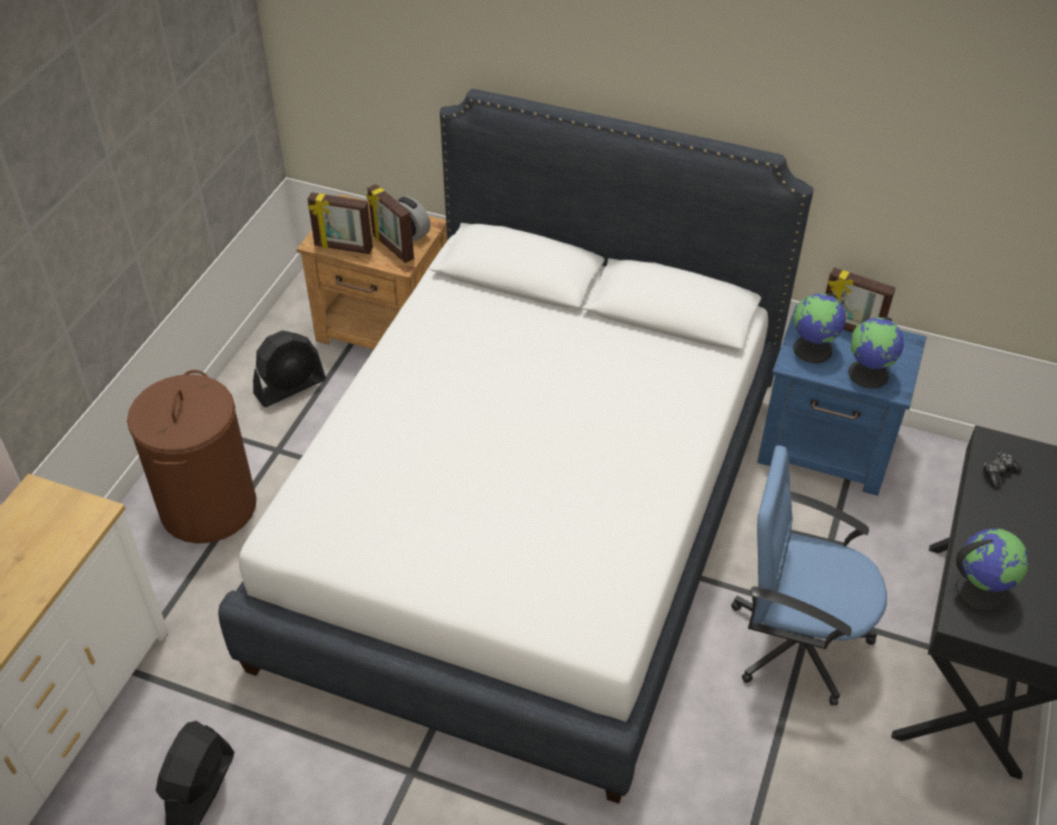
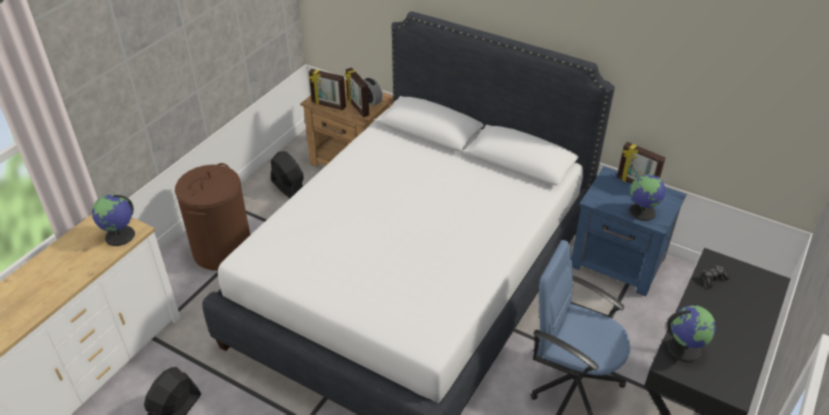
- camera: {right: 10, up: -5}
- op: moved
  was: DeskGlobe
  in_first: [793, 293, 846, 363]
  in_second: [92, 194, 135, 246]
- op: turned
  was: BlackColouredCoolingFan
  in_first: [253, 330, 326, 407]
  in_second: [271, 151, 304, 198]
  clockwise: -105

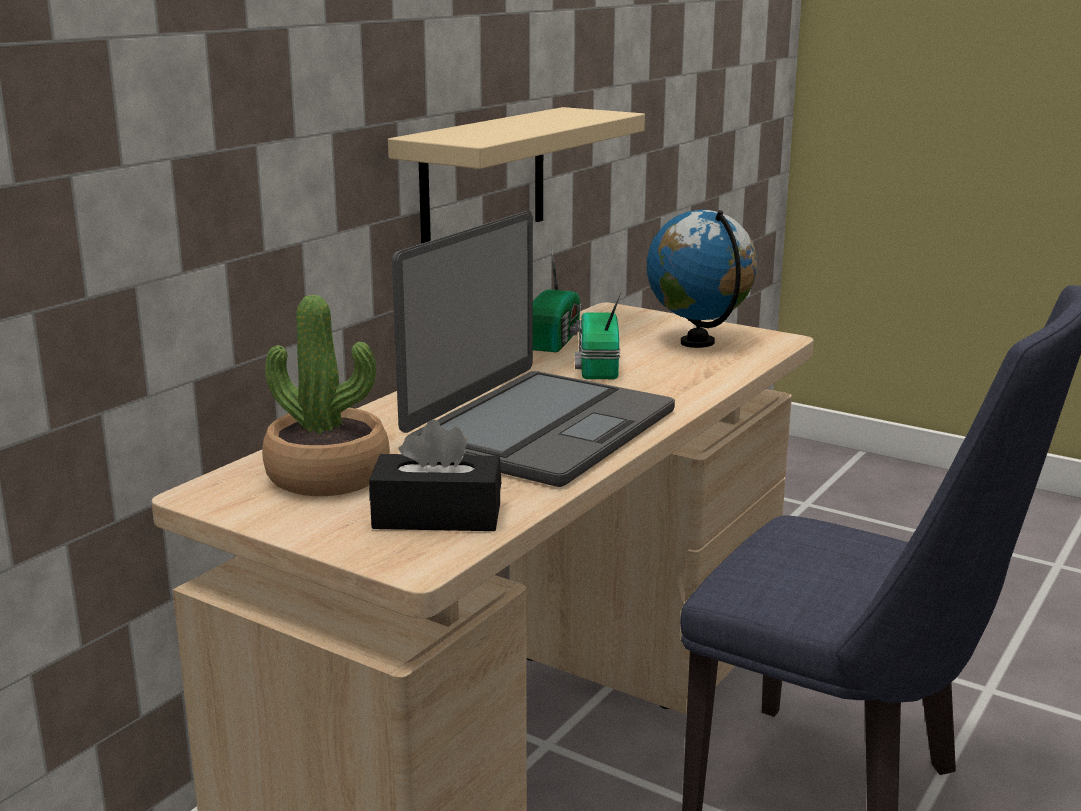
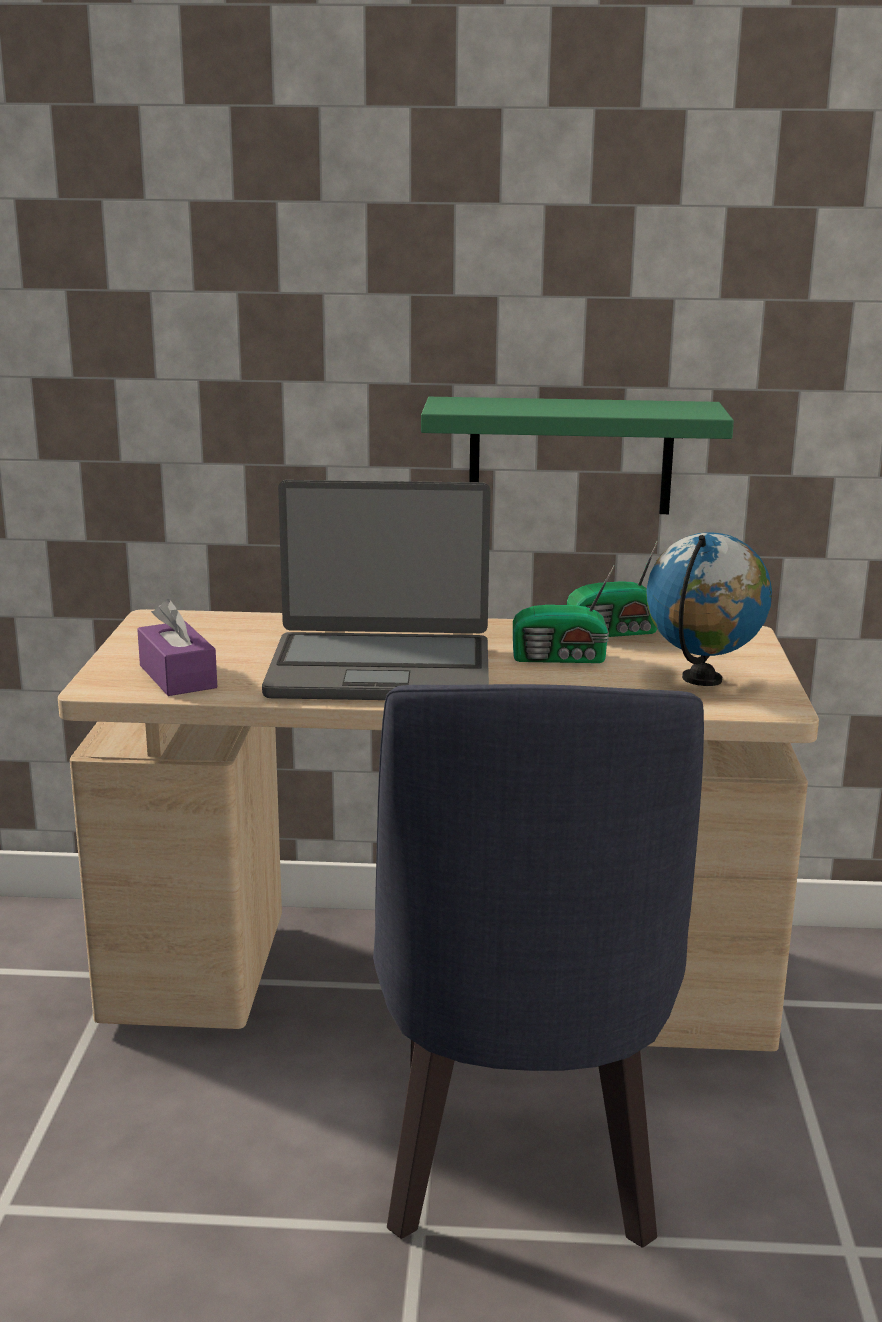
- camera: {right: 60, up: 0}
- op: removed
  was: PlantInAPot
  in_first: [262, 295, 390, 496]
- op: recoloured
  was: BlackColouredBoxOfTissues
  now: PurplishBoxOfTissues
  in_first: [369, 420, 501, 531]
  in_second: [137, 599, 217, 696]
- op: recoloured
  was: BeigeShelf
  now: GreenishShelf
  in_first: [388, 107, 645, 244]
  in_second: [421, 397, 734, 514]
- op: turned
  was: RadioReceiver
  in_first: [575, 292, 621, 379]
  in_second: [513, 565, 615, 663]
  clockwise: -150

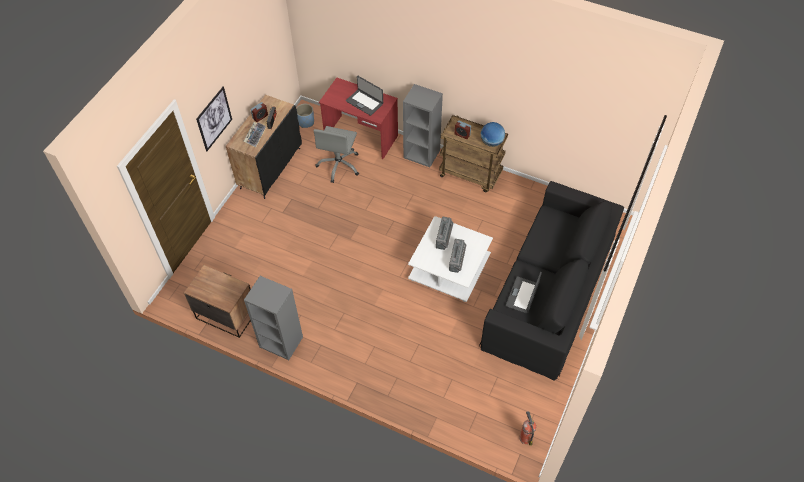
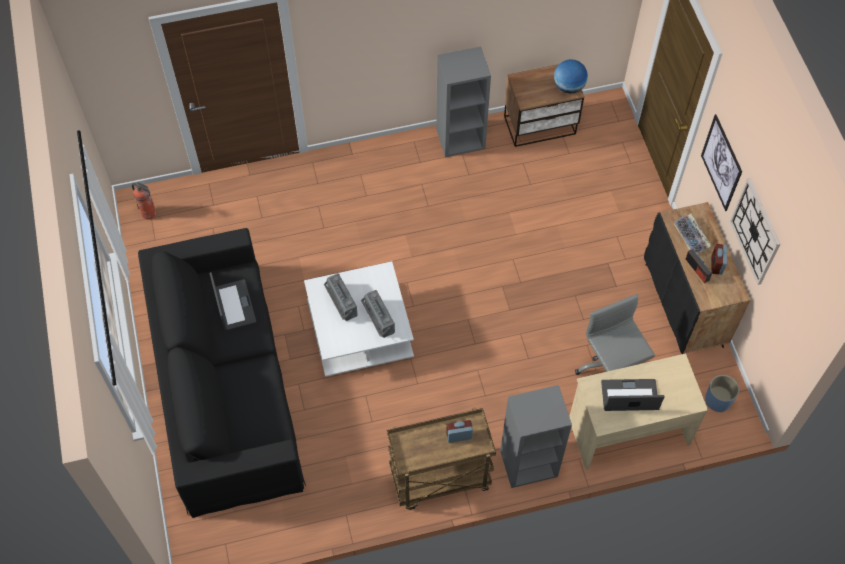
- camera: {right: 140, up: 5}
- op: added
  now: HangingClock
  in_second: [730, 178, 780, 285]
- op: moved
  was: DeskGlobe
  in_first: [481, 122, 505, 147]
  in_second: [554, 59, 588, 94]
- op: recoloured
  was: ReddishDeskUnit
  now: BeigeDeskUnit
  in_first: [319, 78, 398, 159]
  in_second: [569, 353, 708, 470]

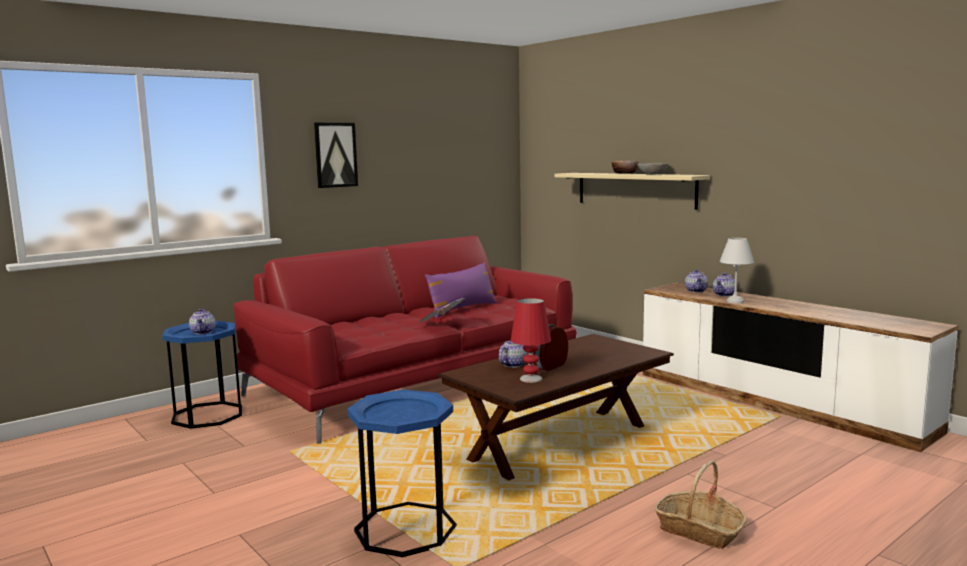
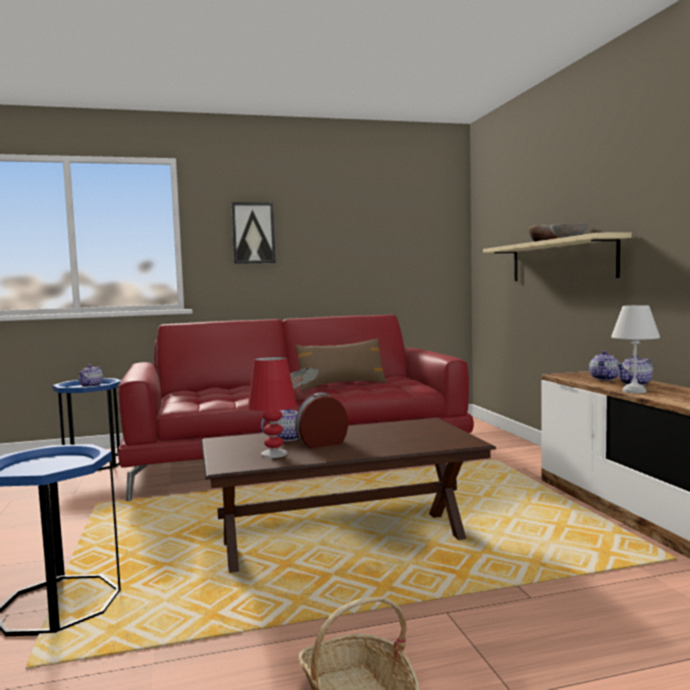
- camera: {right: 25, up: -5}
- op: recoloured
  was: PurplishPillow
  now: BrownColouredPillow
  in_first: [425, 262, 497, 318]
  in_second: [295, 338, 387, 391]

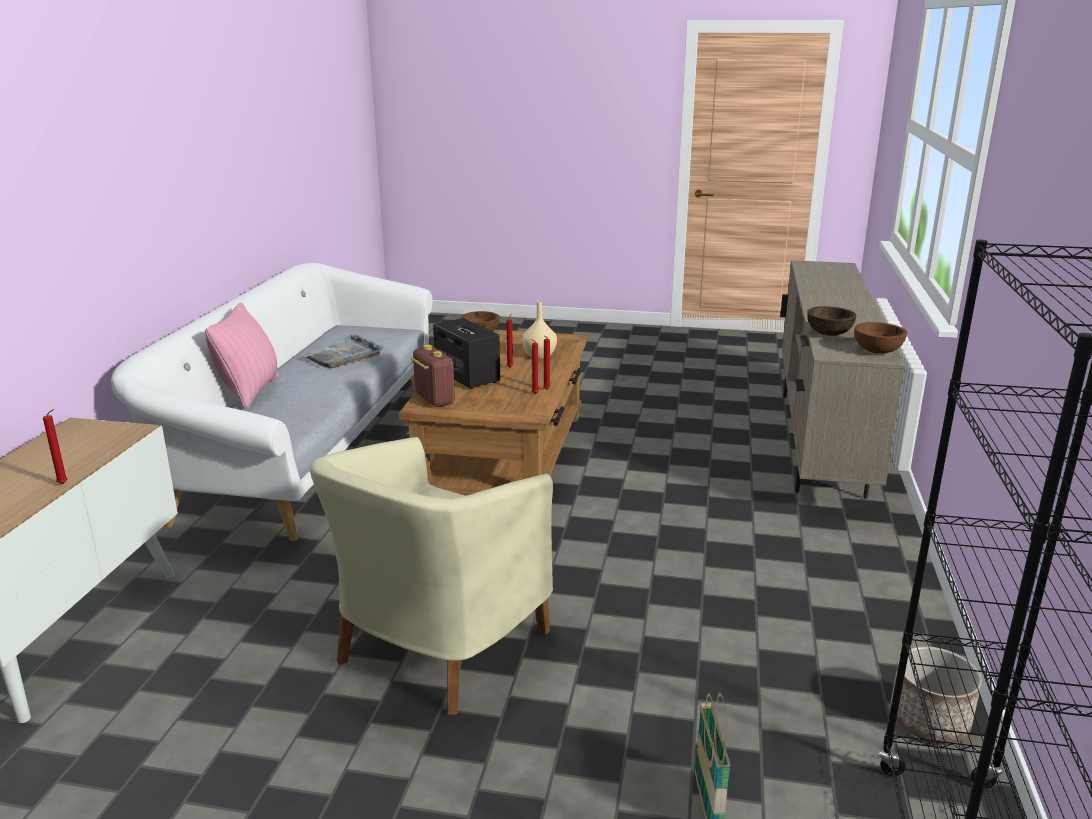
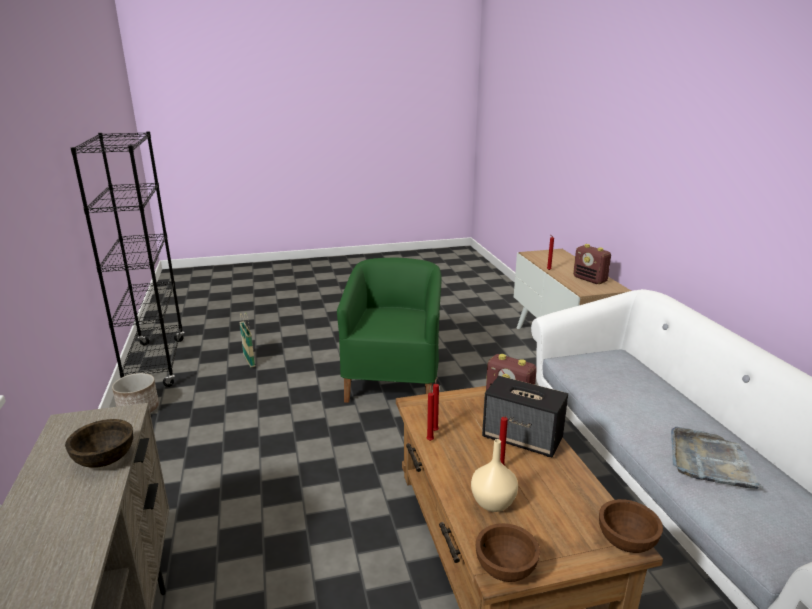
- camera: {right: 155, up: 0}
- op: removed
  was: PinkishPillow
  in_first: [205, 302, 279, 409]
- op: added
  now: RadioReceiver
  in_second: [573, 244, 611, 284]
- op: moved
  was: BrownColouredServingBowl
  in_first: [855, 322, 907, 354]
  in_second: [476, 523, 540, 582]
- op: recoloured
  was: BeigeLoungeChair
  now: GreenishLoungeChair
  in_first: [309, 437, 553, 715]
  in_second: [337, 258, 441, 403]

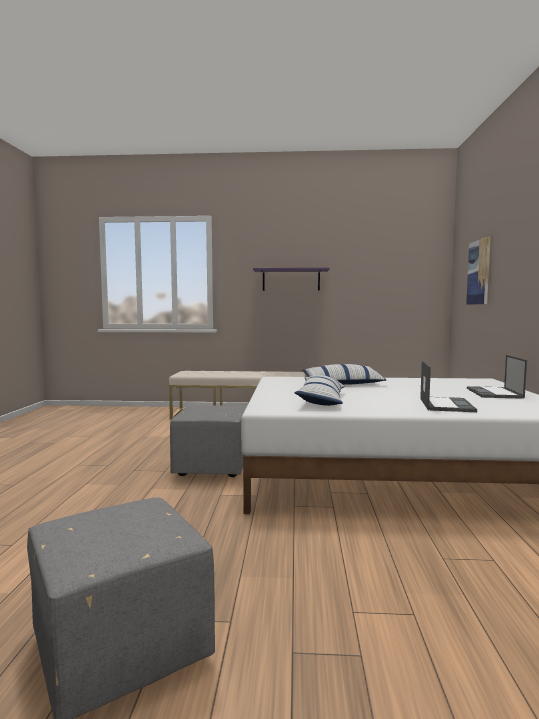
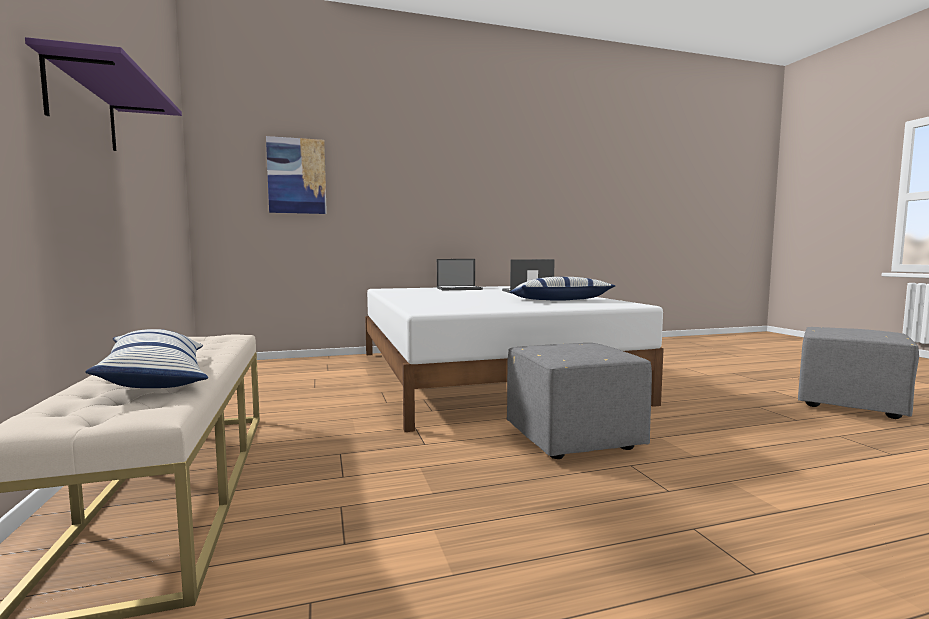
- camera: {right: -110, up: 0}
- op: moved
  was: Pillow
  in_first: [302, 364, 386, 385]
  in_second: [85, 329, 208, 388]

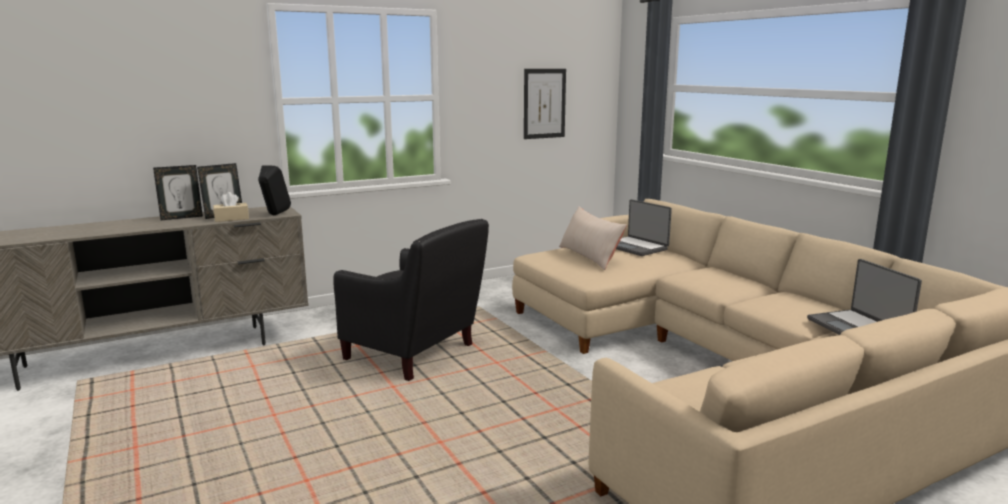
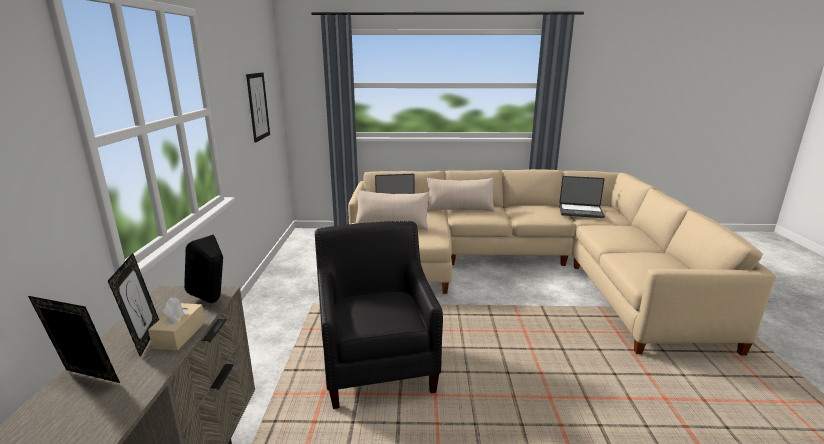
- camera: {right: -60, up: 5}
- op: added
  now: BeigePillow
  in_second: [427, 178, 495, 212]
- op: turned
  was: PictureFrame
  in_first: [153, 165, 203, 220]
  in_second: [28, 296, 120, 383]
  clockwise: -75
- op: turned
  was: BlackColouredLoungeChair
  in_first: [333, 219, 489, 381]
  in_second: [315, 221, 443, 409]
  clockwise: -75

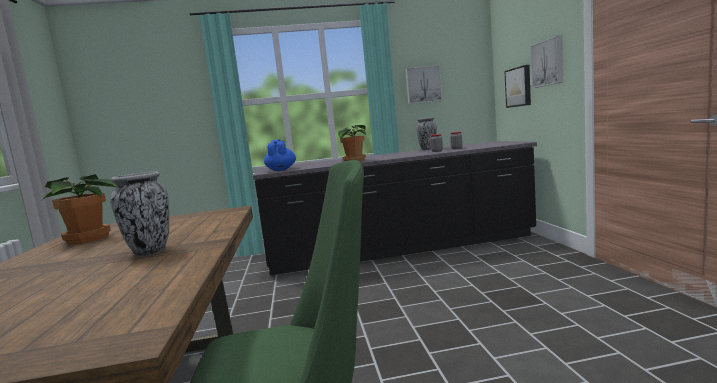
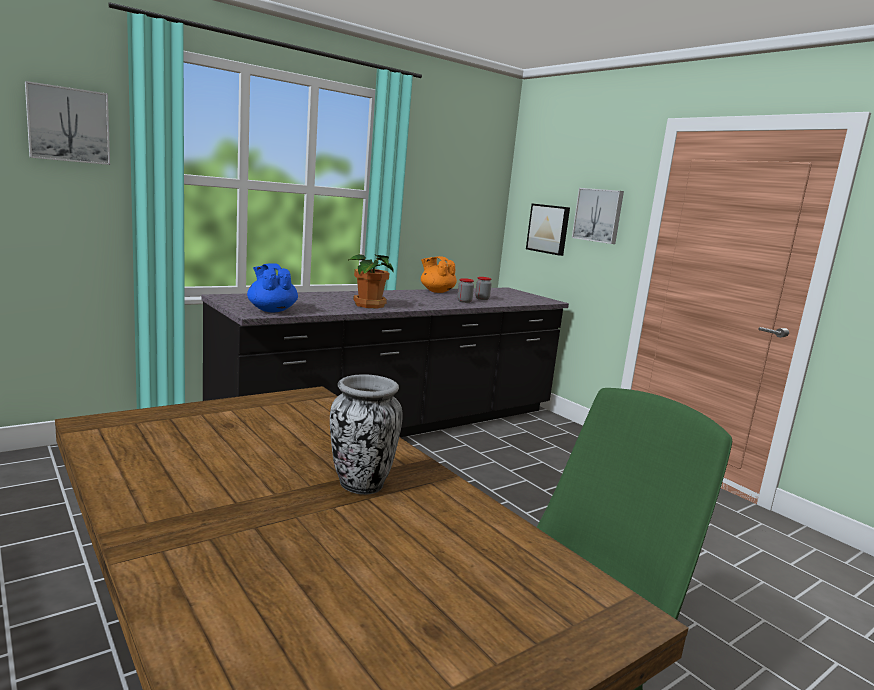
- camera: {right: -30, up: 5}
- op: removed
  was: PlantInAPot
  in_first: [42, 174, 116, 245]
- op: moved
  was: WallPicture
  in_first: [405, 65, 443, 104]
  in_second: [25, 81, 110, 165]
- op: replaced
  was: Vase
  now: OrangeTeapot
  in_first: [416, 117, 437, 150]
  in_second: [421, 256, 457, 293]

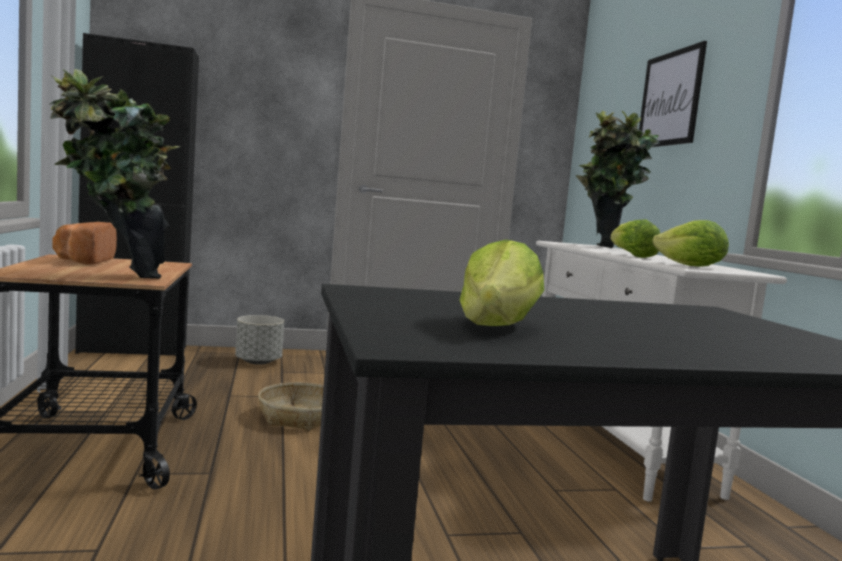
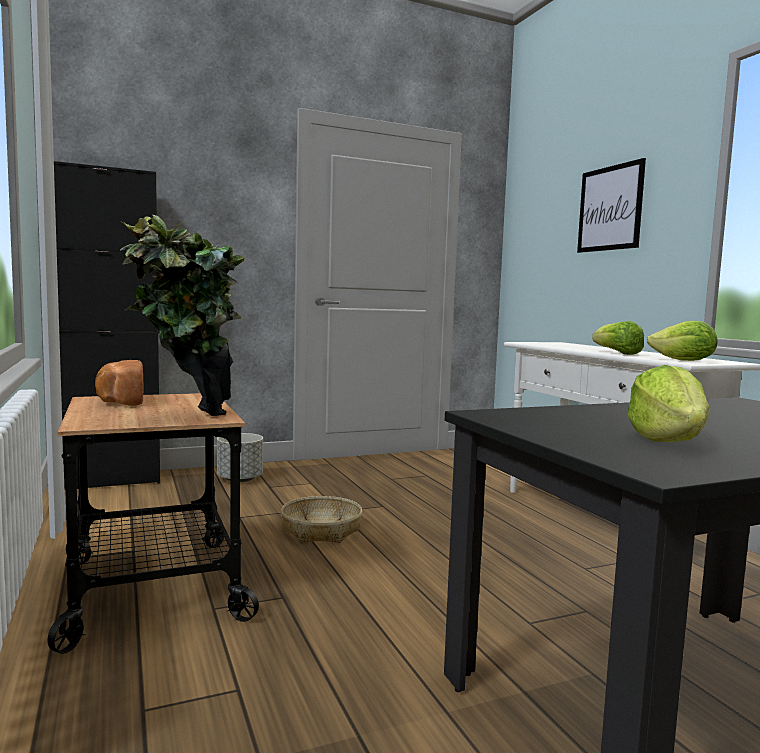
- camera: {right: -10, up: 0}
- op: removed
  was: PlantInAPot
  in_first: [576, 111, 660, 248]

